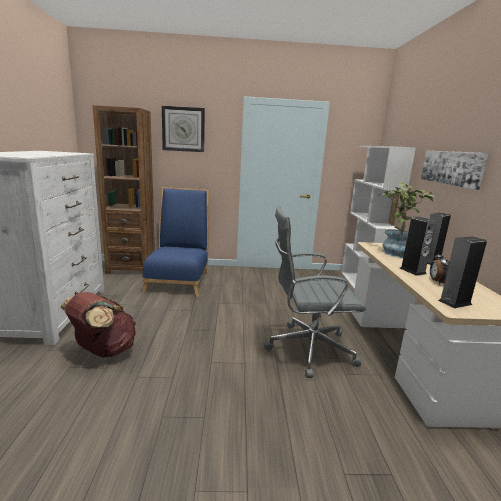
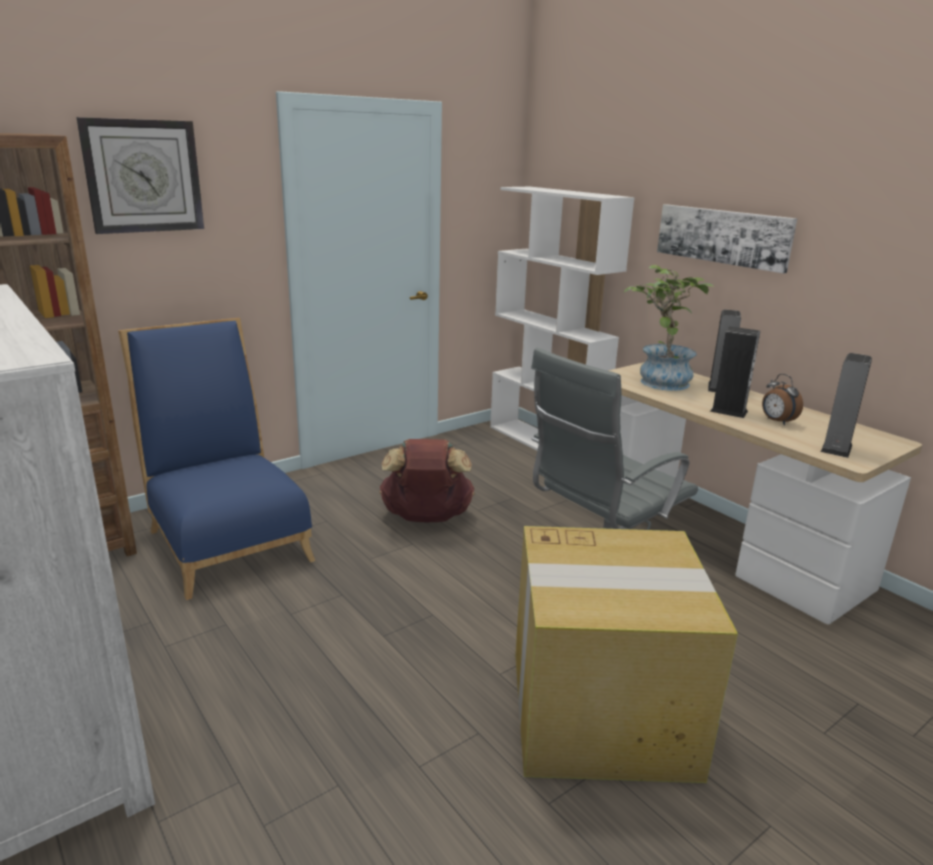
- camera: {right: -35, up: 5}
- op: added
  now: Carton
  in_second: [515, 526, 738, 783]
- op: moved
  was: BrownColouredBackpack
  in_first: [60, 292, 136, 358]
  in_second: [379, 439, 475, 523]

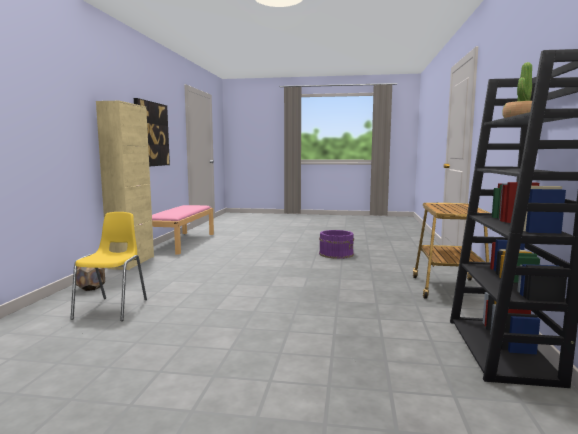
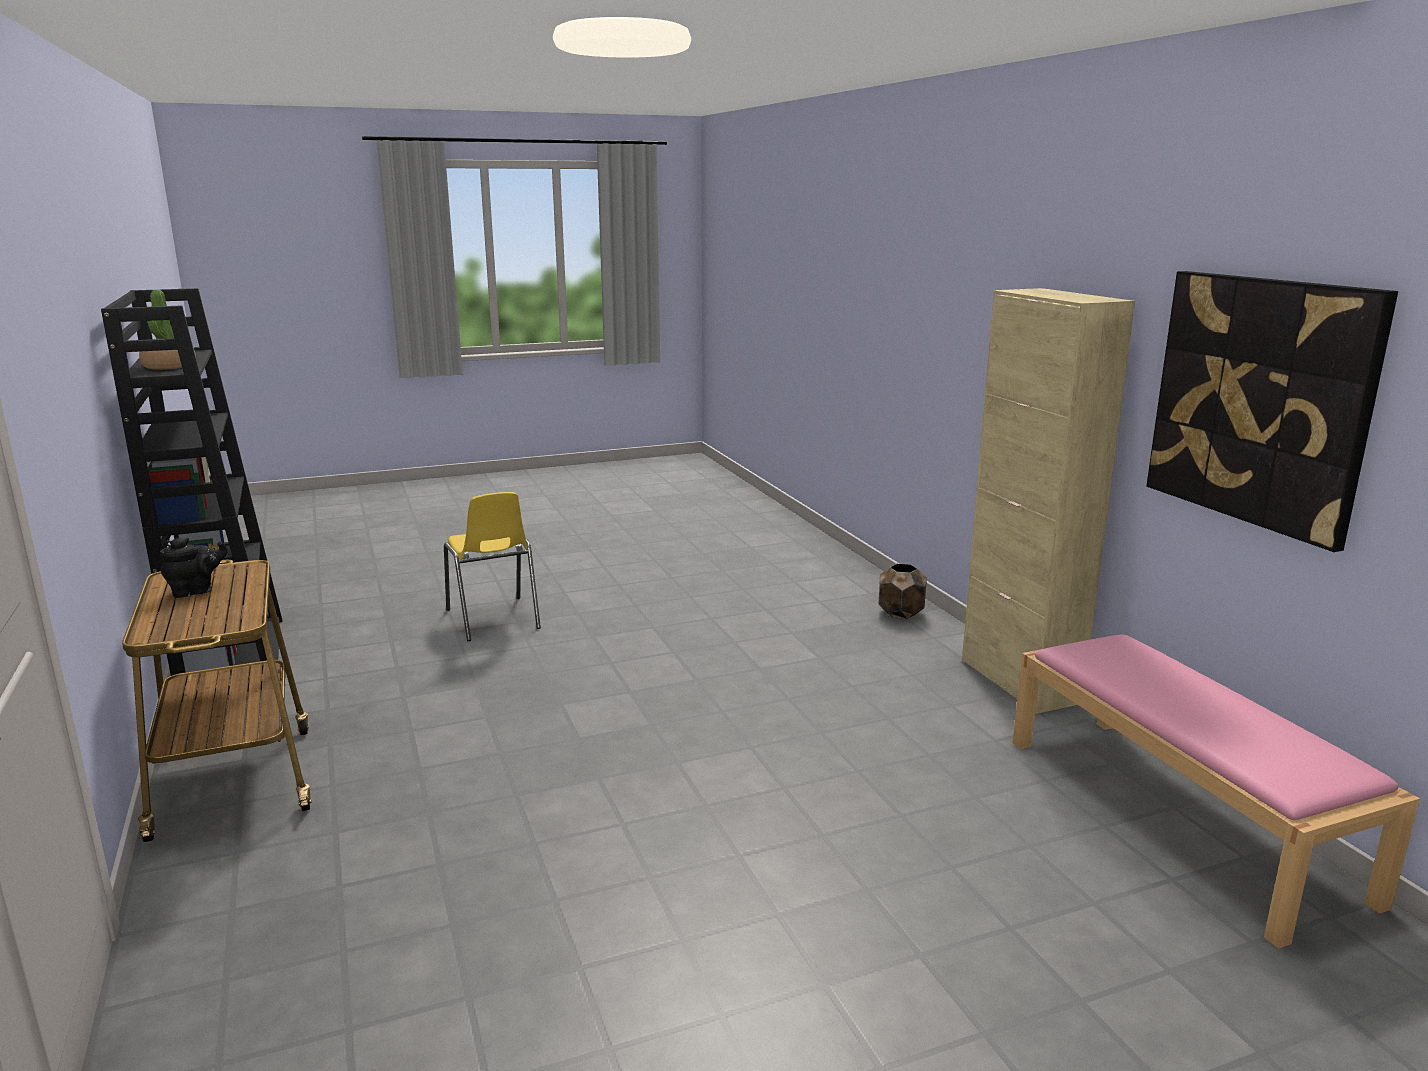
- camera: {right: 150, up: 10}
- op: removed
  was: PurplishPail
  in_first: [319, 230, 354, 259]
- op: added
  now: BlackColouredTeapot
  in_second: [160, 538, 228, 598]
- op: moved
  was: YellowUprightChair
  in_first: [70, 212, 147, 321]
  in_second: [444, 492, 541, 641]

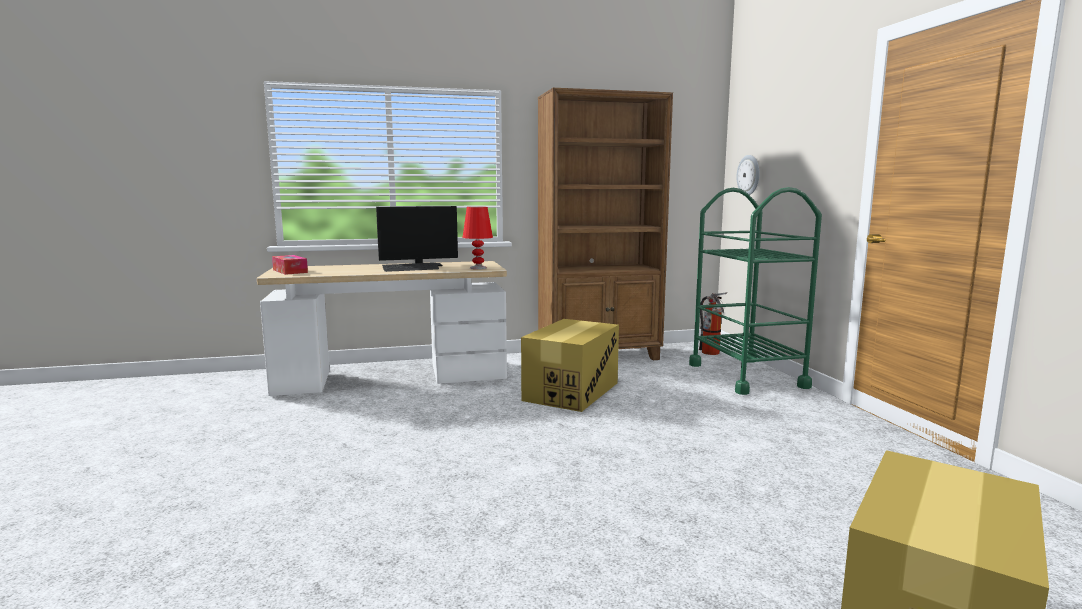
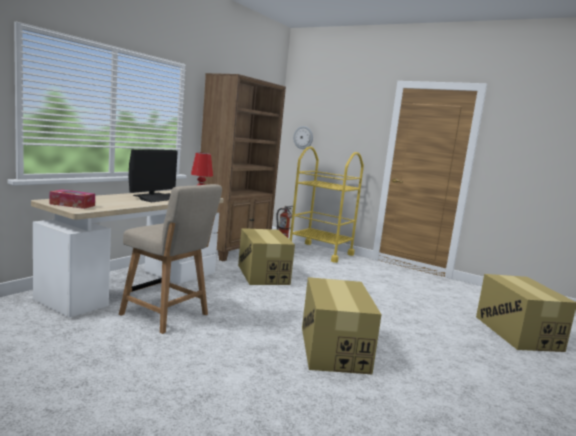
- camera: {right: -45, up: 0}
- op: added
  now: BeigeUprightChair
  in_second: [119, 184, 222, 334]
- op: added
  now: Carton
  in_second: [302, 277, 382, 374]
- op: recoloured
  was: GreenishTrolley
  now: YellowTrolley
  in_first: [689, 187, 822, 395]
  in_second: [290, 146, 364, 263]

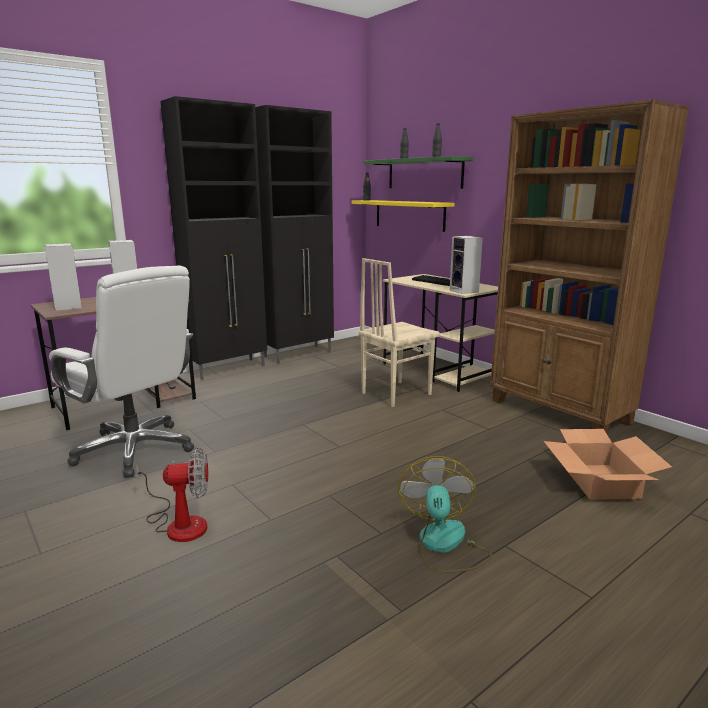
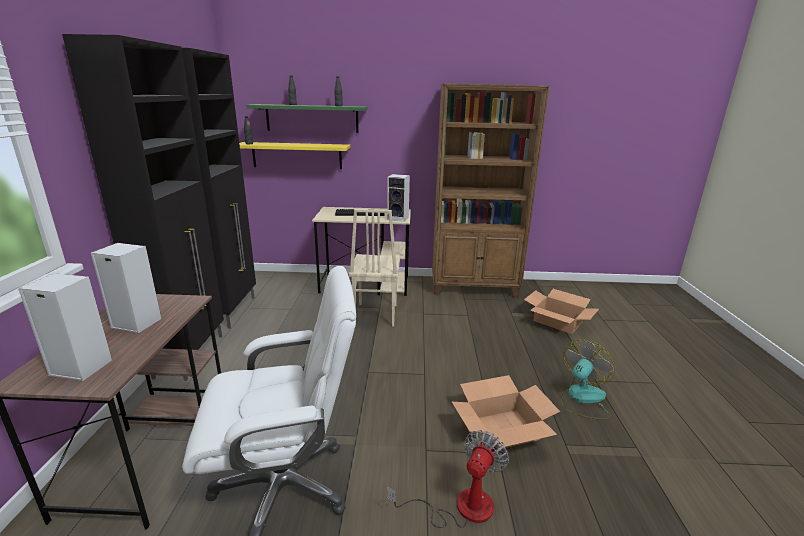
- camera: {right: -50, up: 5}
- op: added
  now: Carton
  in_second: [451, 375, 560, 449]
- op: turned
  was: CoolingFan
  in_first: [398, 456, 492, 572]
  in_second: [561, 339, 615, 419]
  clockwise: 90

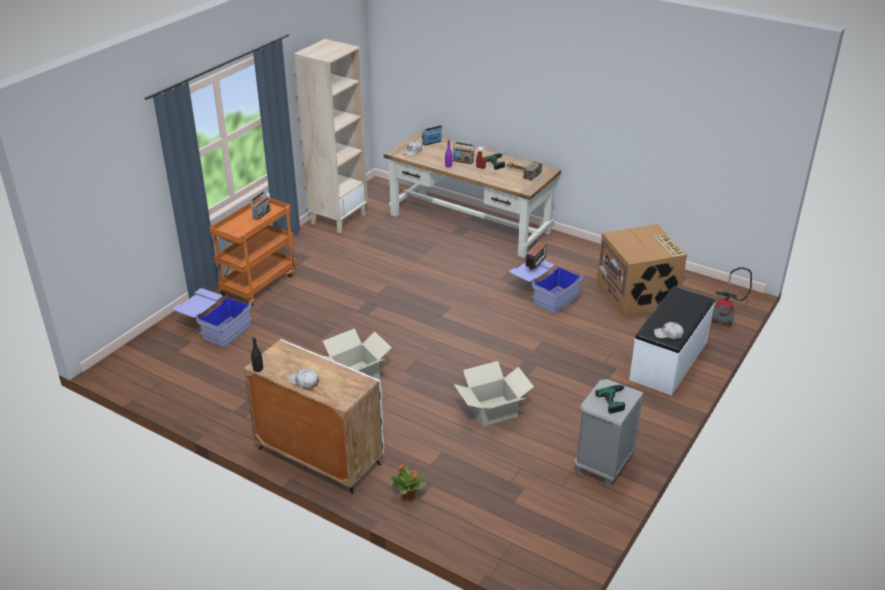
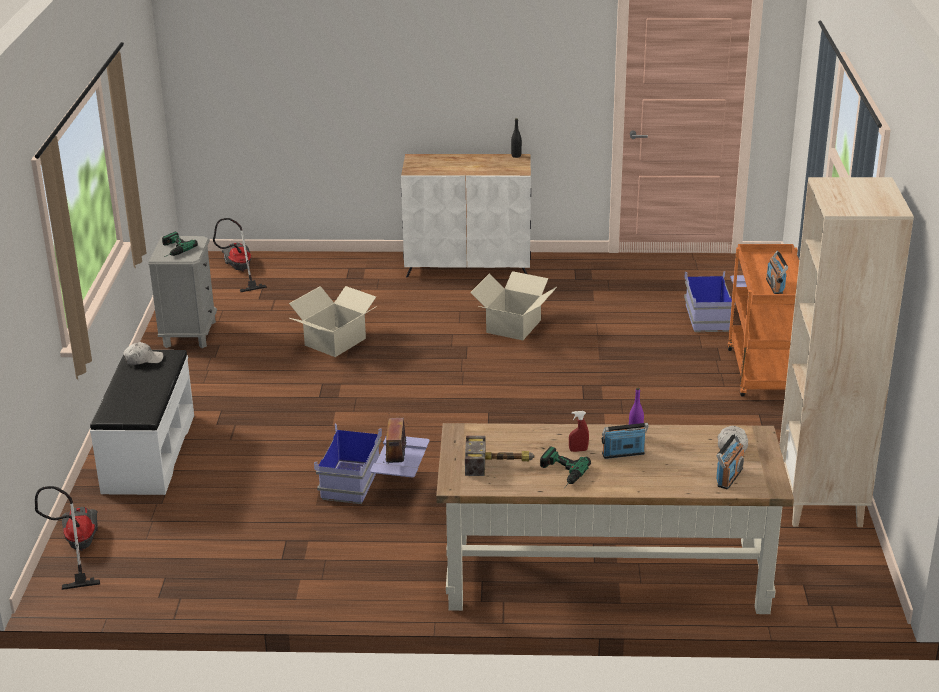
- camera: {right: 150, up: -5}
- op: removed
  was: WhiteColouredPeakedCap
  in_first: [288, 368, 319, 389]
- op: removed
  was: PlantInAPot
  in_first: [390, 464, 426, 501]
- op: removed
  was: Carton
  in_first: [597, 224, 687, 317]
- op: added
  now: Vacuum
  in_second: [213, 218, 267, 292]

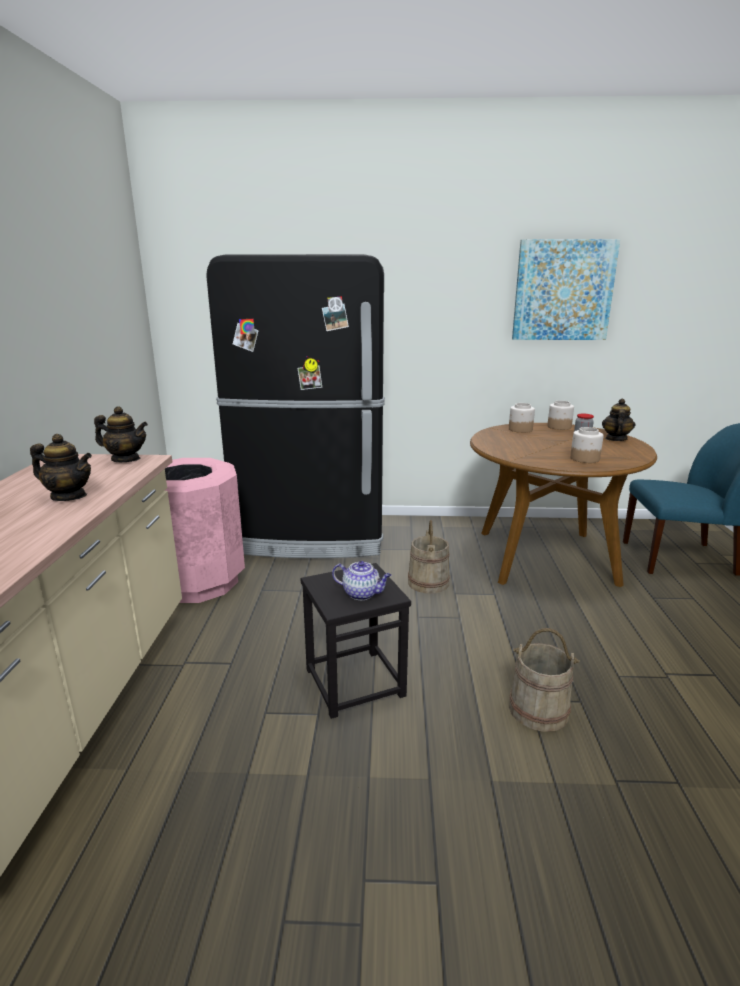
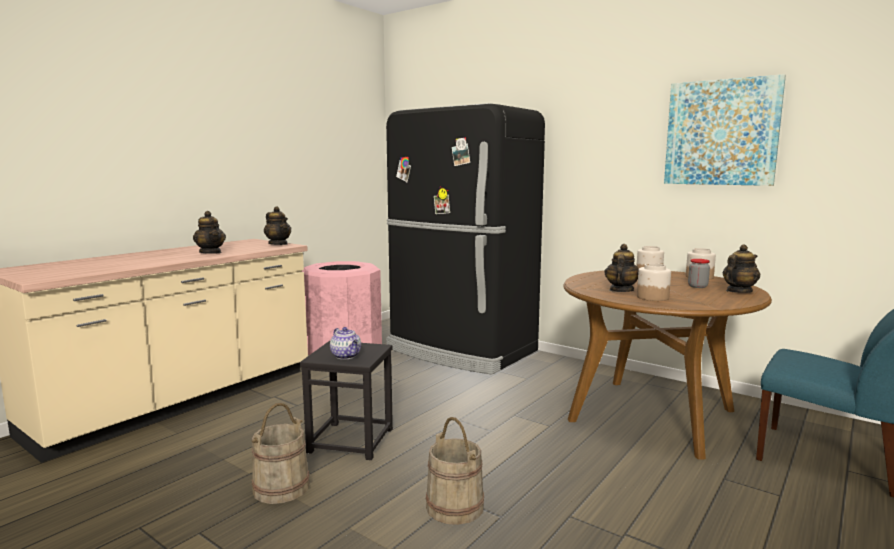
- camera: {right: 35, up: -10}
- op: added
  now: Teapot
  in_second: [604, 244, 639, 292]
- op: moved
  was: BeigePail
  in_first: [408, 520, 450, 594]
  in_second: [252, 403, 309, 504]

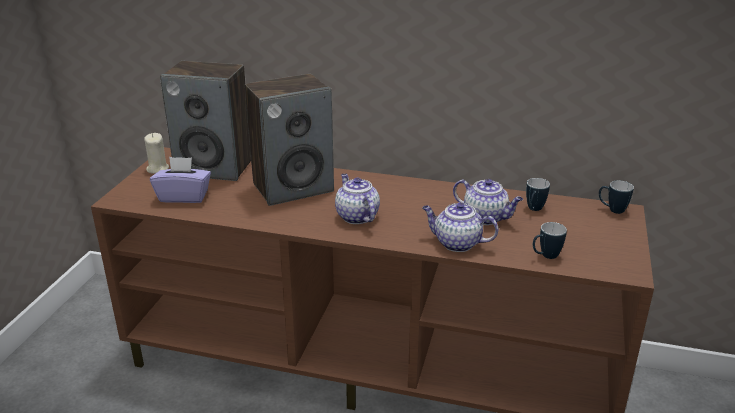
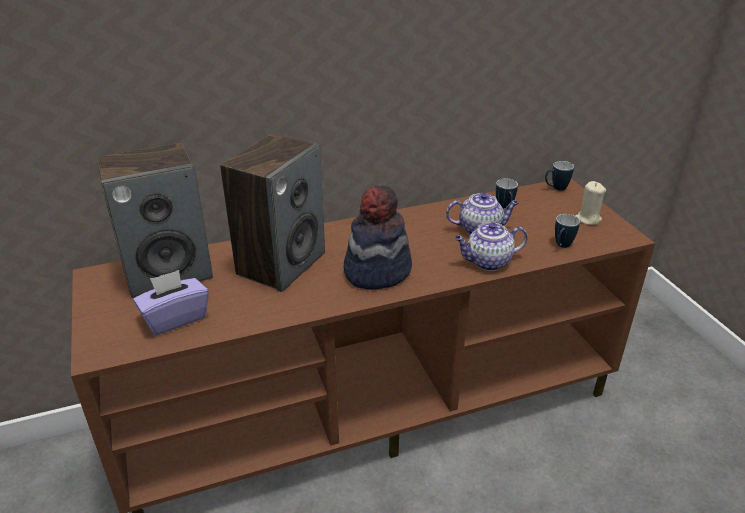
- camera: {right: -35, up: 5}
- op: moved
  was: BeigeWaxCandle
  in_first: [144, 133, 169, 174]
  in_second: [576, 181, 606, 225]
- op: replaced
  was: Teapot
  now: Hat
  in_first: [335, 174, 380, 224]
  in_second: [344, 186, 412, 290]

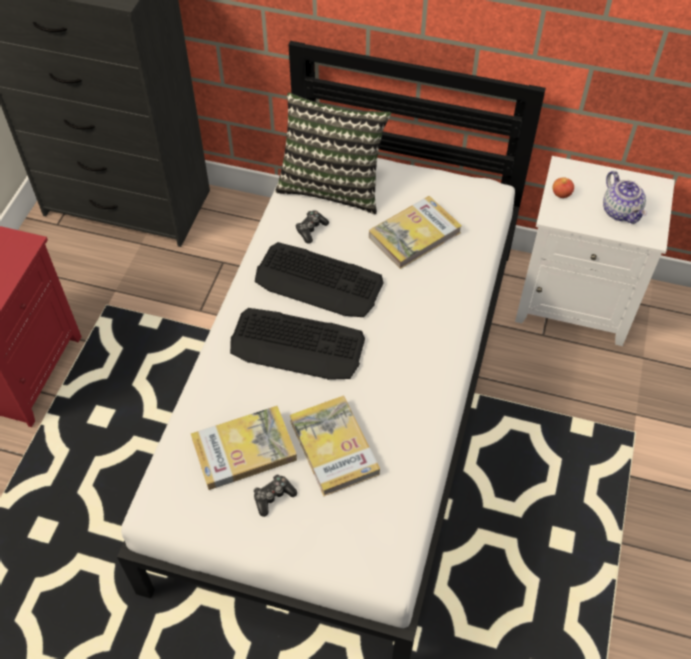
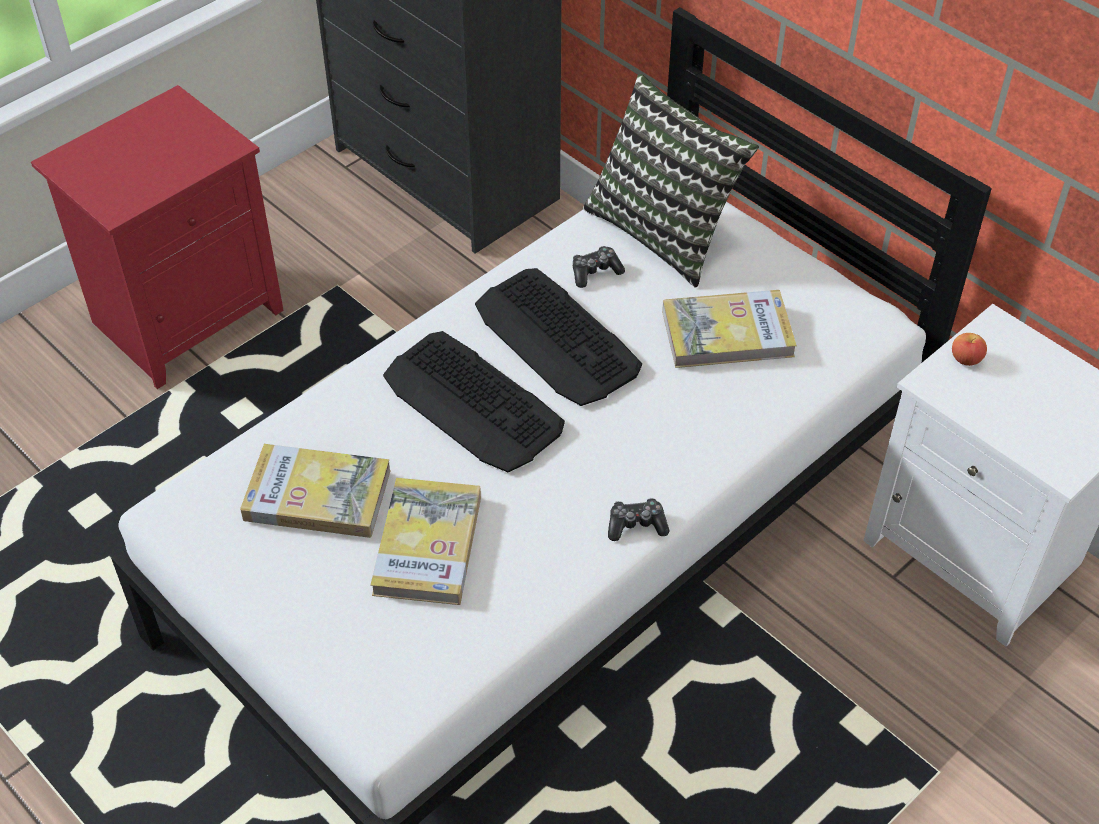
- camera: {right: 30, up: -5}
- op: removed
  was: Teapot
  in_first: [603, 171, 647, 224]
- op: moved
  was: GameController
  in_first: [254, 474, 297, 517]
  in_second: [608, 498, 669, 541]

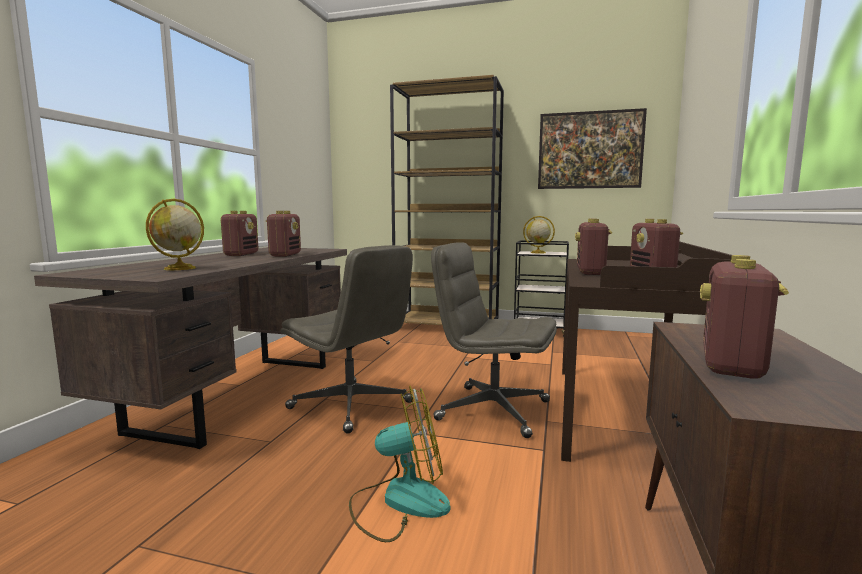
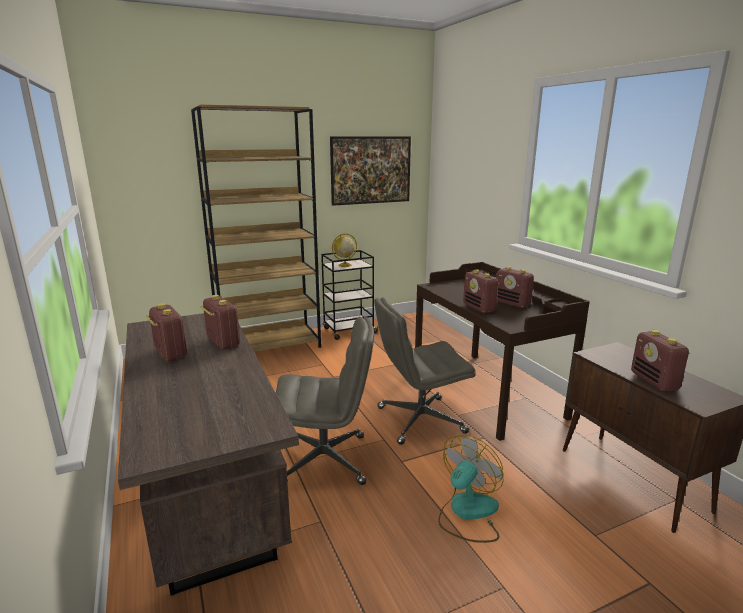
- camera: {right: -40, up: 10}
- op: removed
  was: DeskGlobe
  in_first: [146, 199, 204, 270]

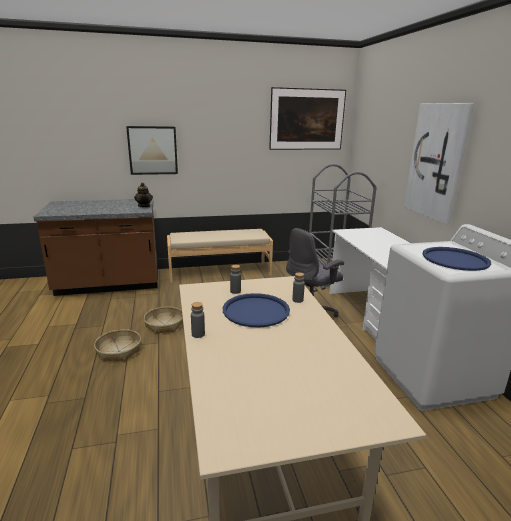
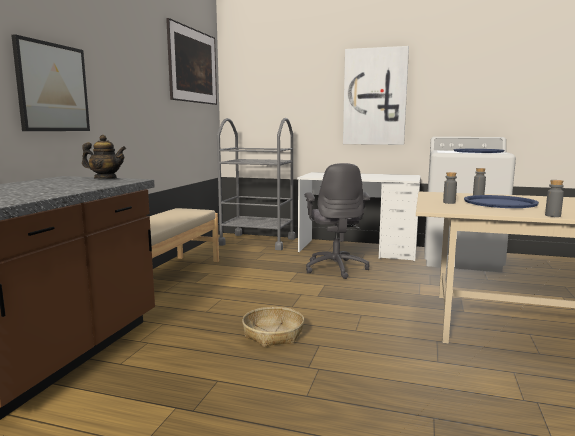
- camera: {right: -60, up: -10}
- op: removed
  was: Basket
  in_first: [94, 329, 141, 362]

